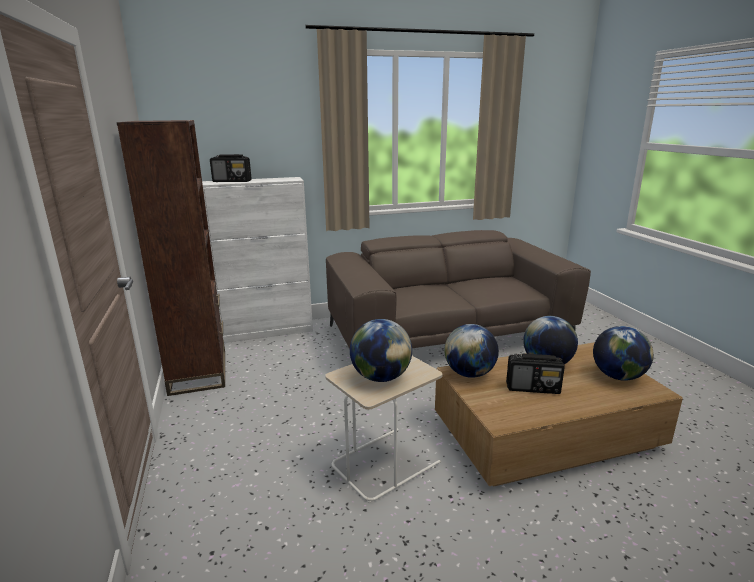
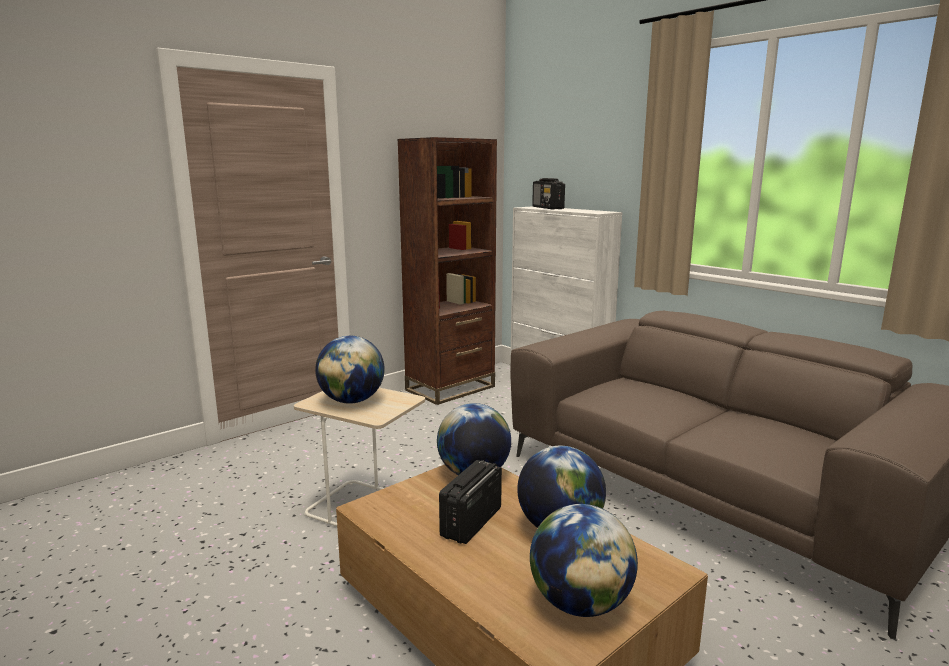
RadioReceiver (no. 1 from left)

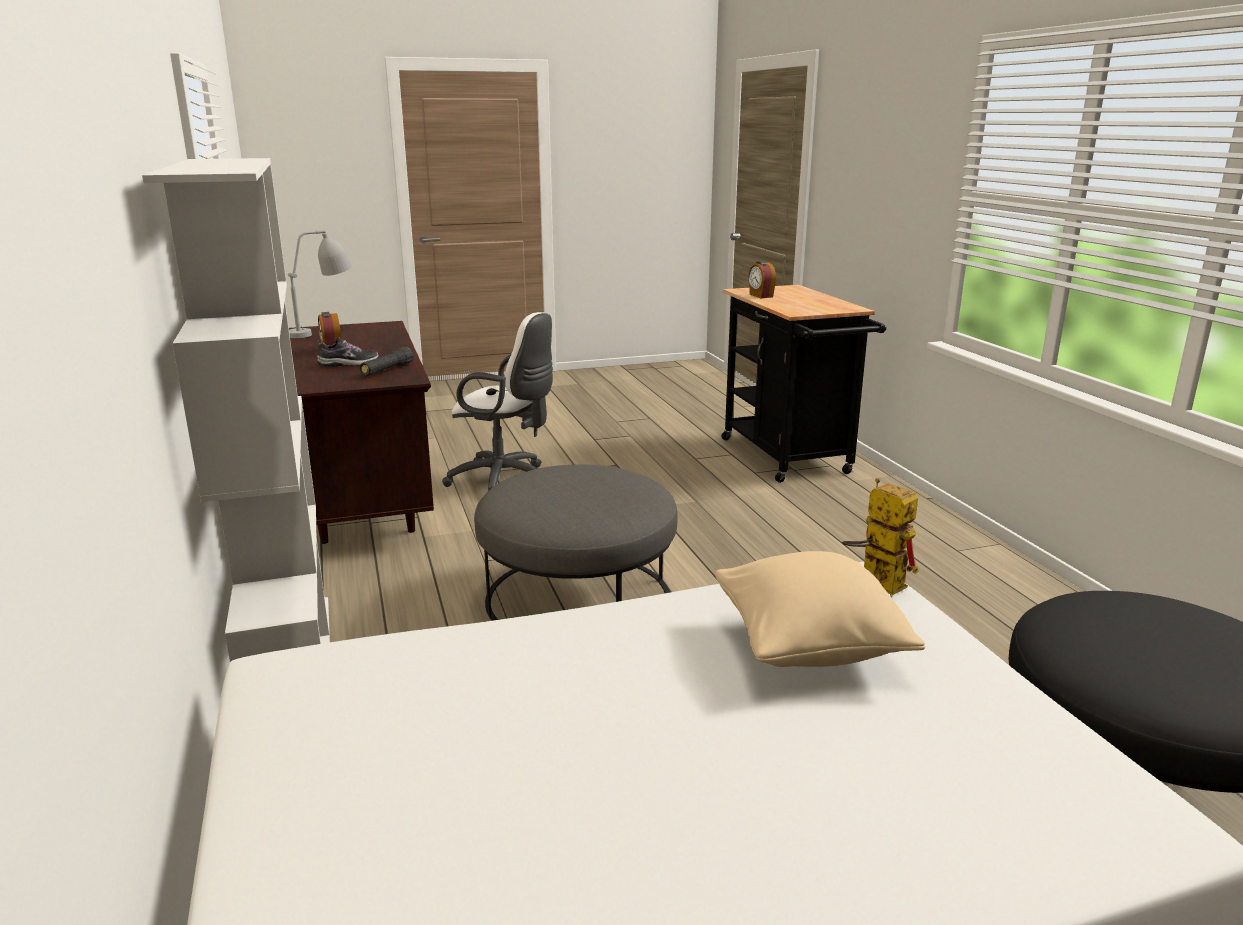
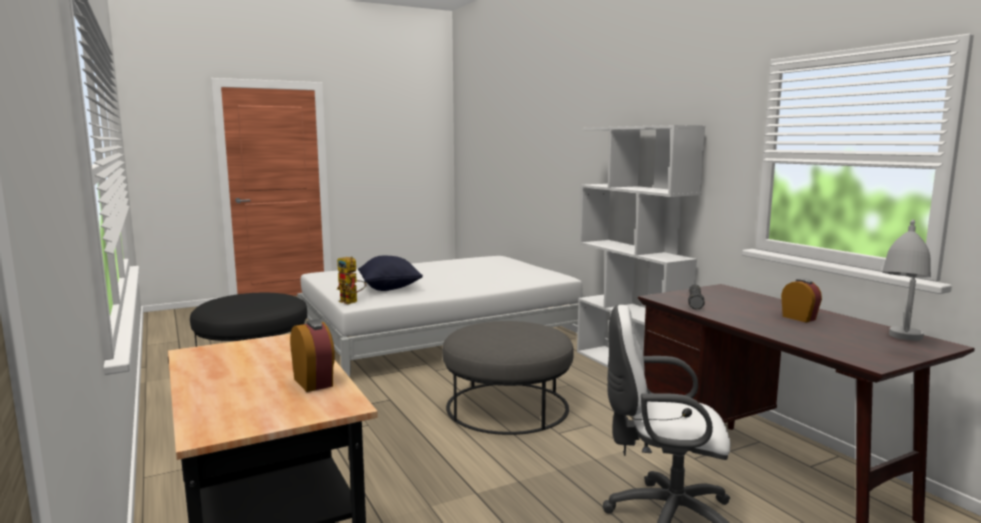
Shoe
BlackColouredPillow

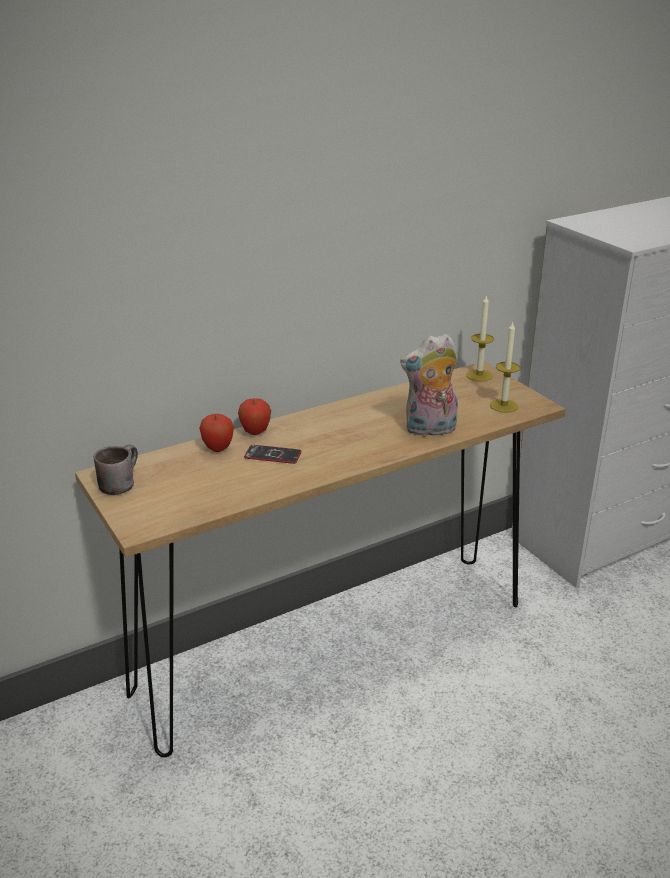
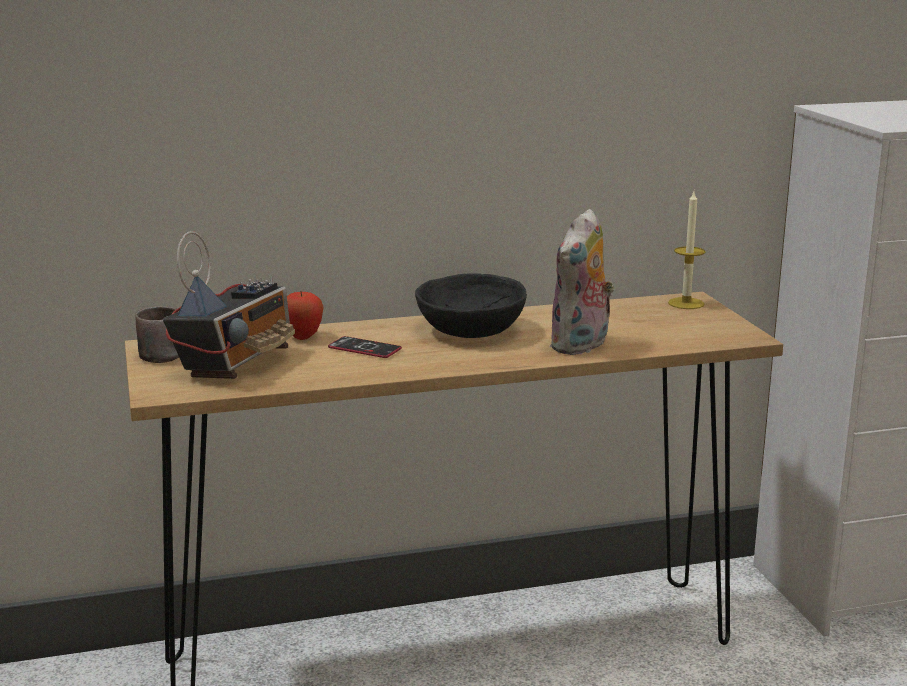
Apple (no. 2 from left in the first image)
SoftToy
WaxLight (no. 2 from left in the first image)
RadioReceiver
BlackColouredDeepDish

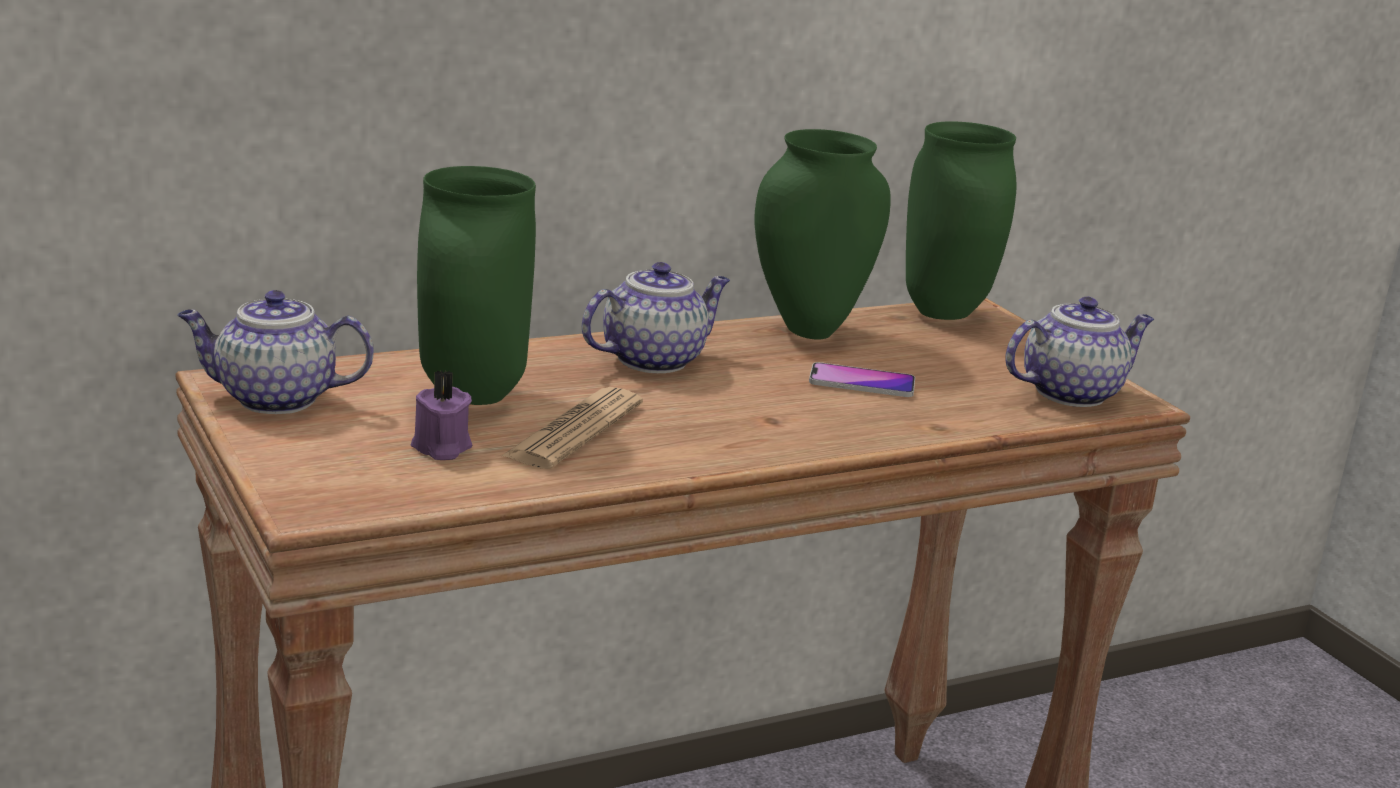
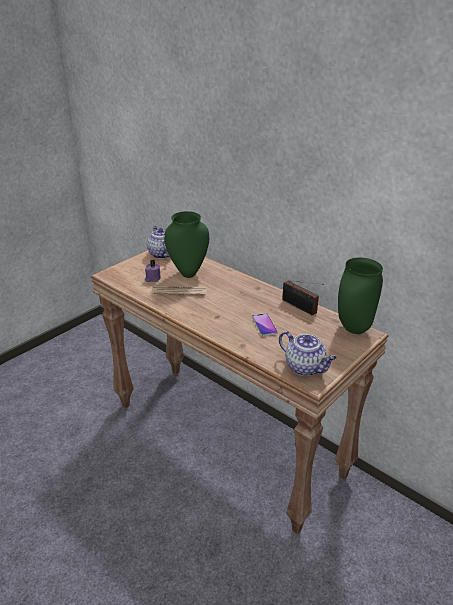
TeaPot (no. 2 from left in the first image)
RadioReceiver

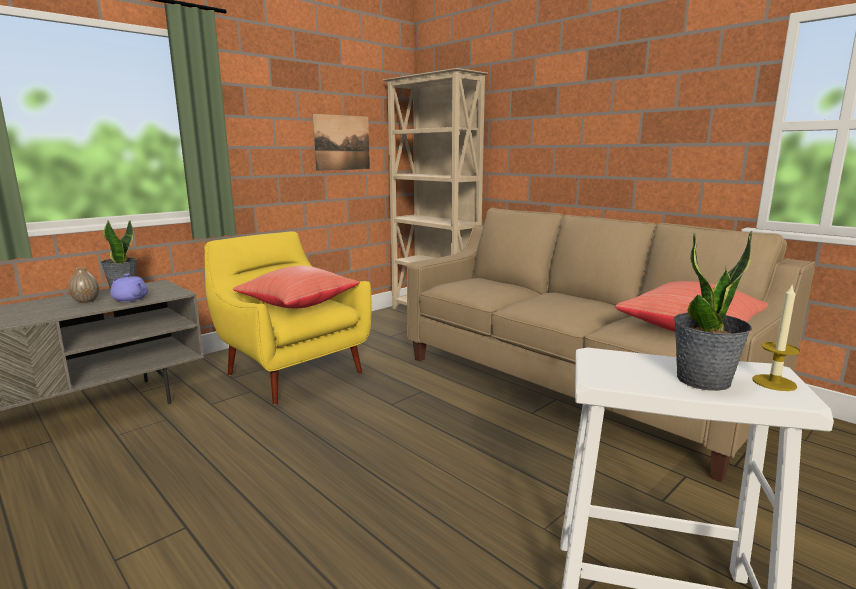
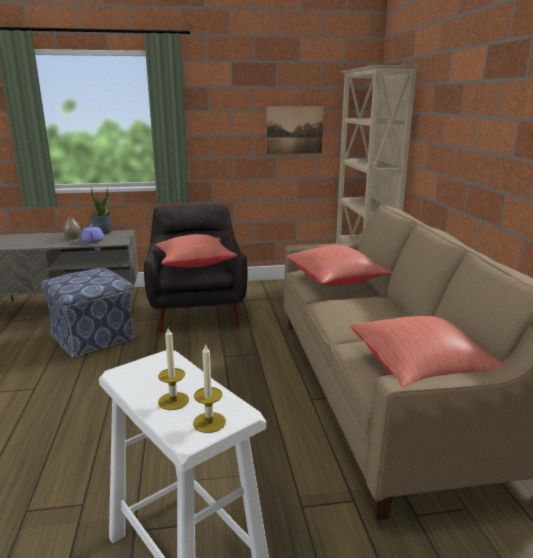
GreyLoungeChair
WaxLight (no. 1 from left)
Pouffe
ReddishPillow (no. 2 from left)

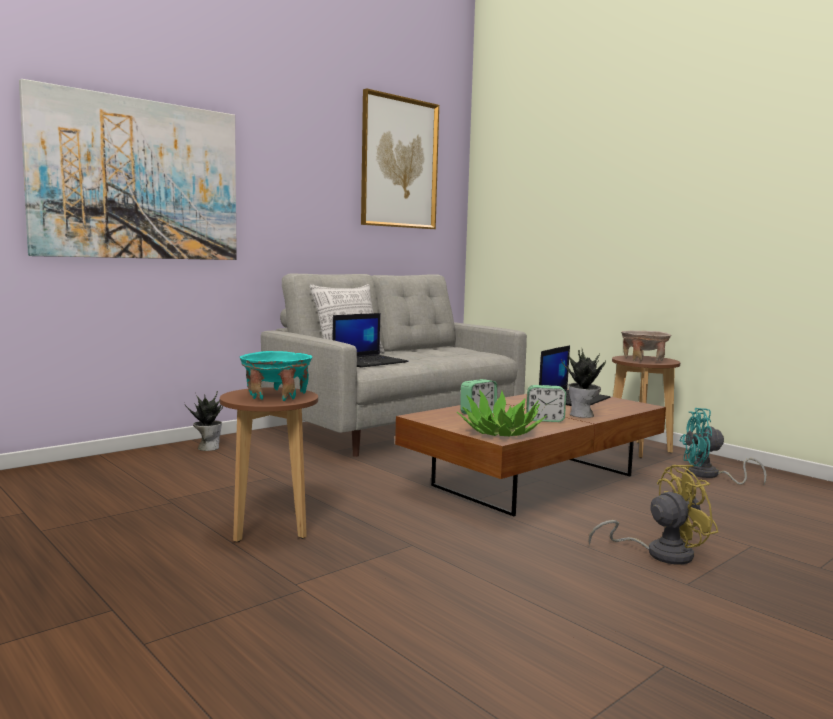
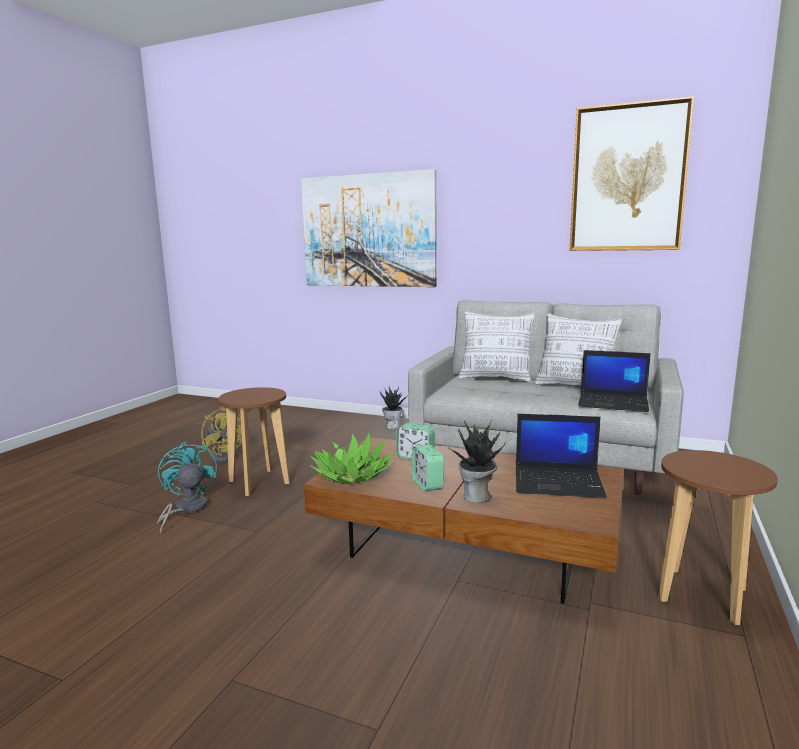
TurquoiseDeepDish
NotebookComputer (no. 2 from left)
YellowishFan
BeigeDeepDish
TurquoiseFan
Pillow (no. 2 from left)

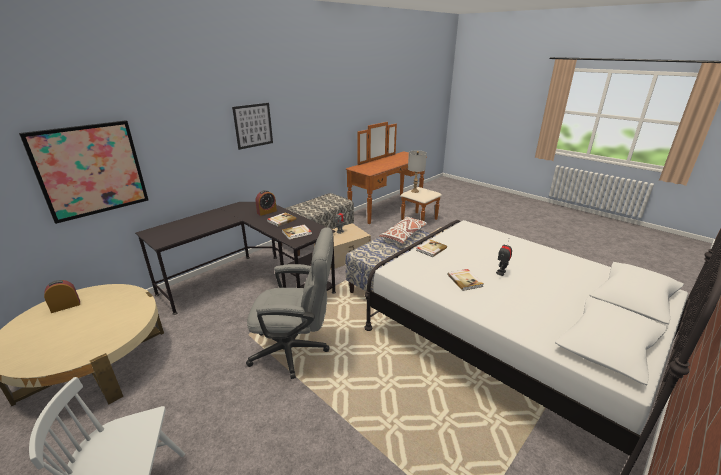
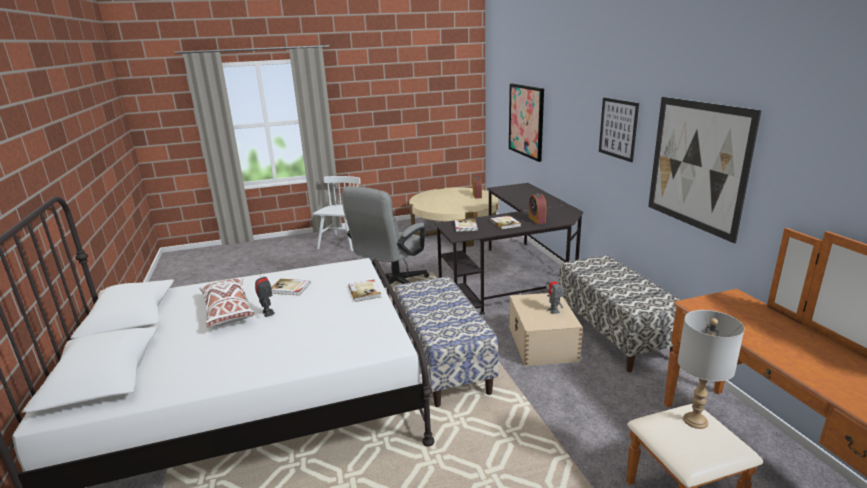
WhitishPillow
WallPicture (no. 3 from left)

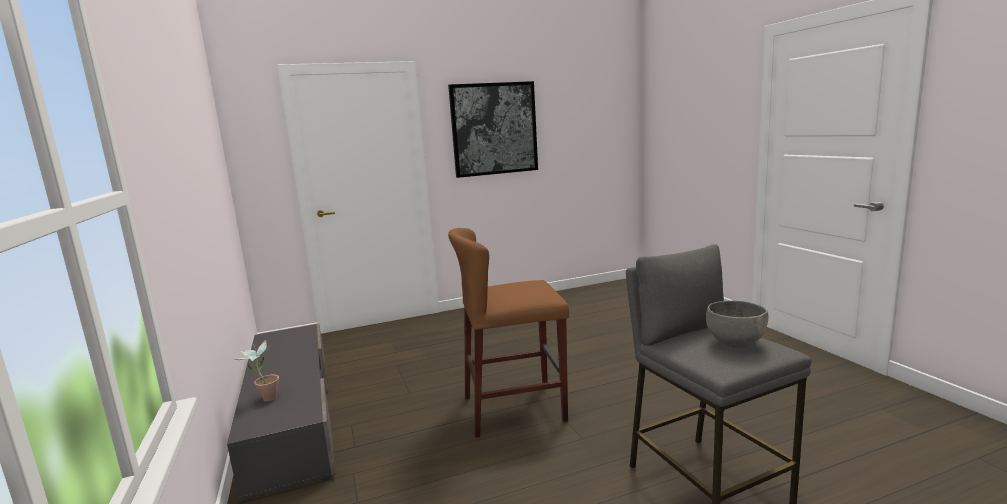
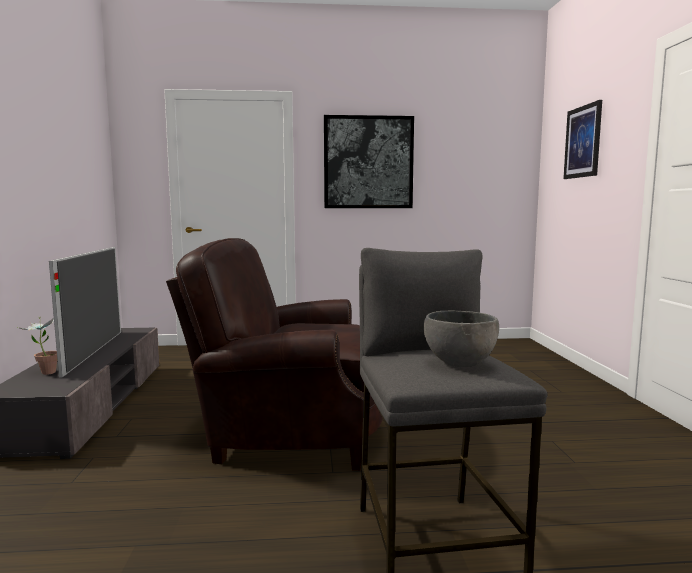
BrownLoungeChair
TvSet
WallPicture (no. 2 from left)

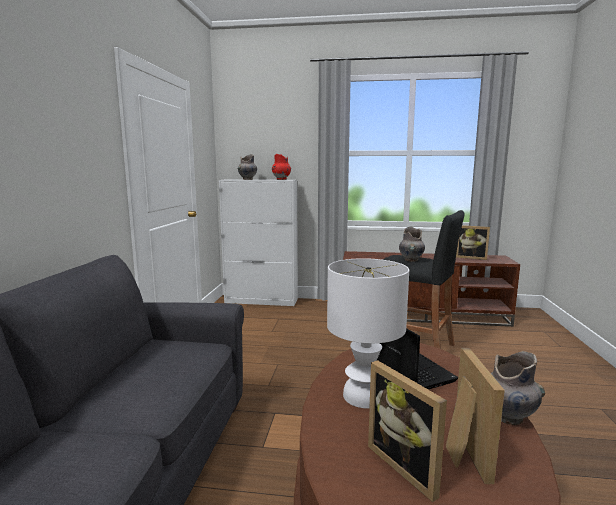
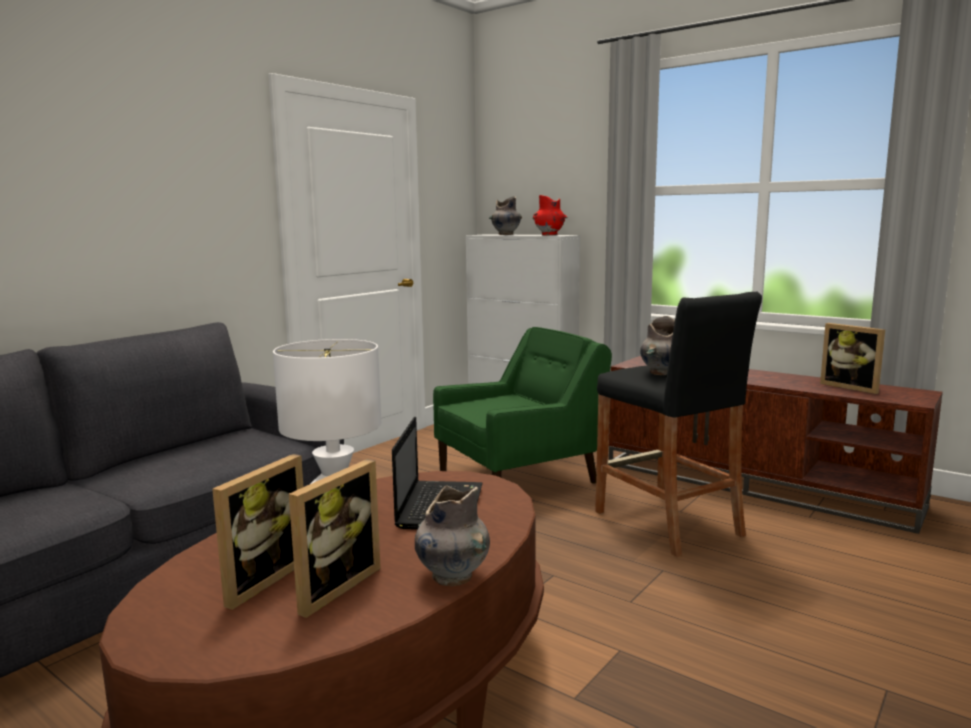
StandingFrame (no. 1 from left)
GreenLoungeChair

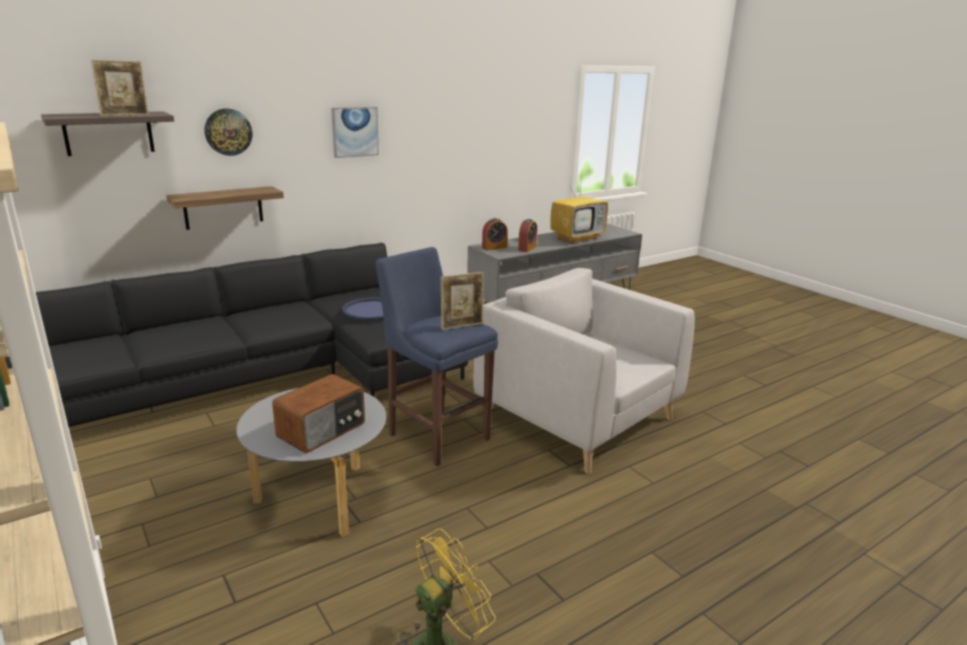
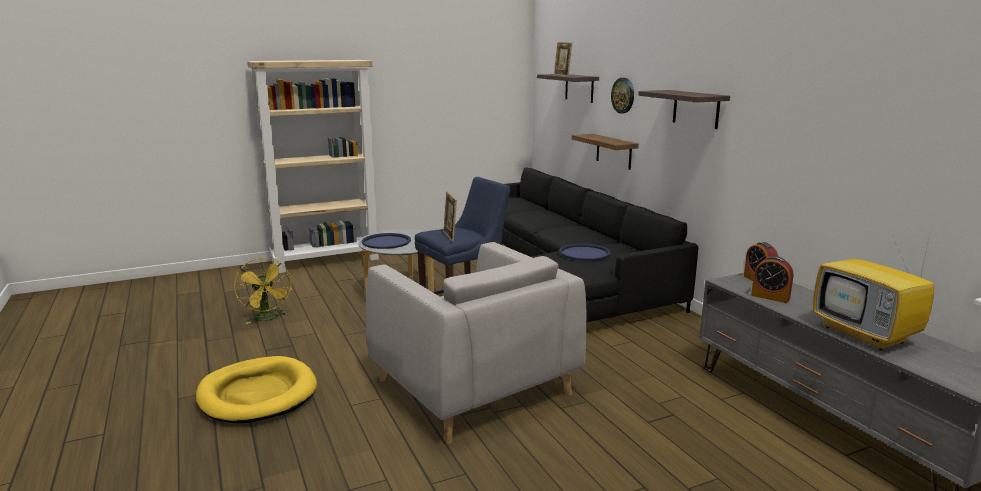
BlueTray (no. 1 from left)
WallShelf (no. 3 from left)
GreyLoungeChair
YellowishDogCushion

